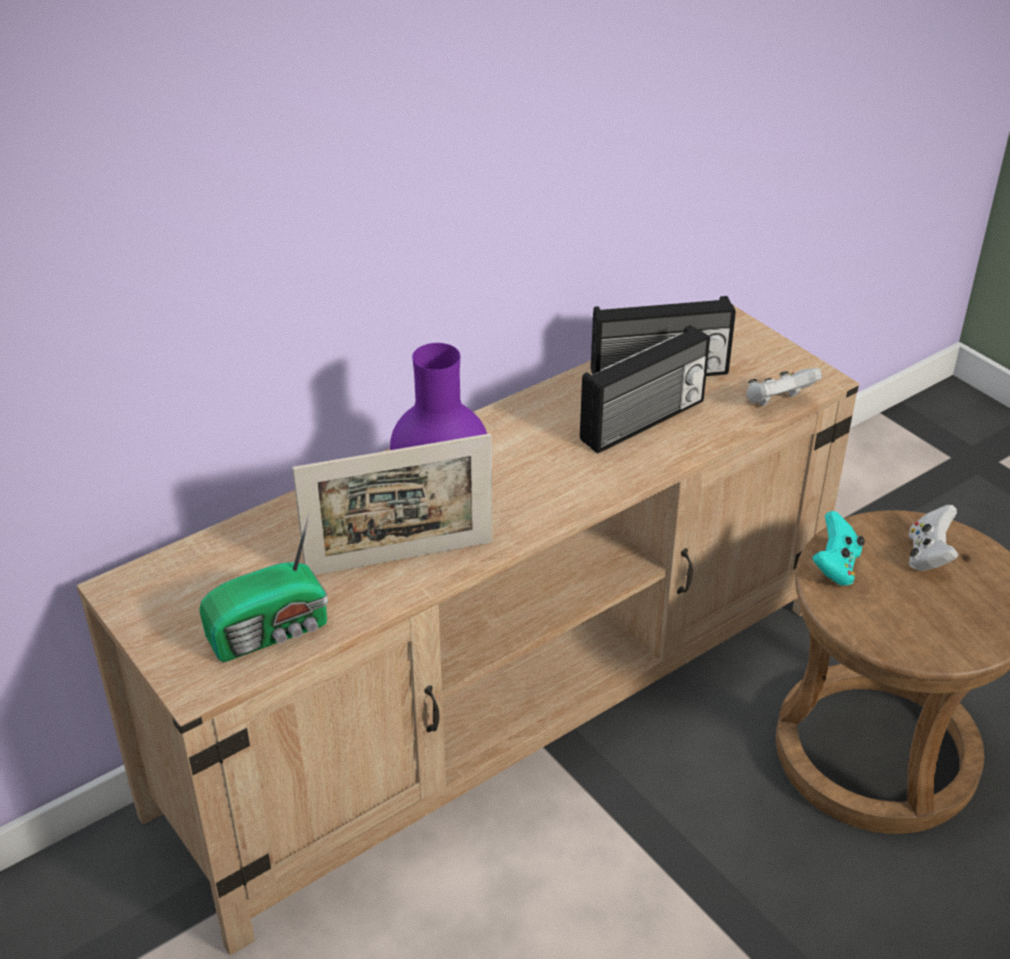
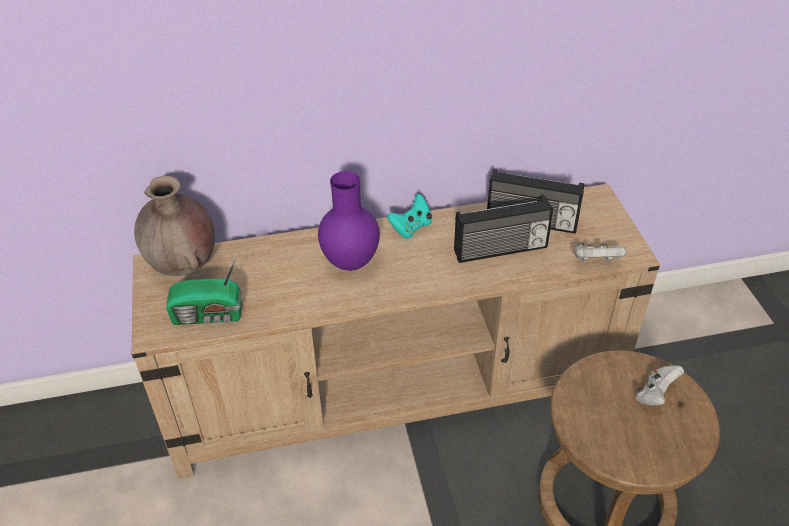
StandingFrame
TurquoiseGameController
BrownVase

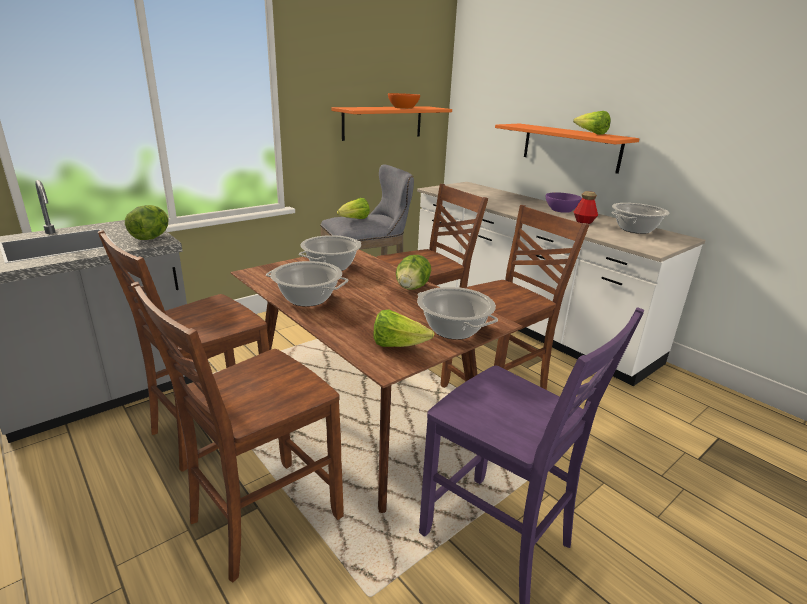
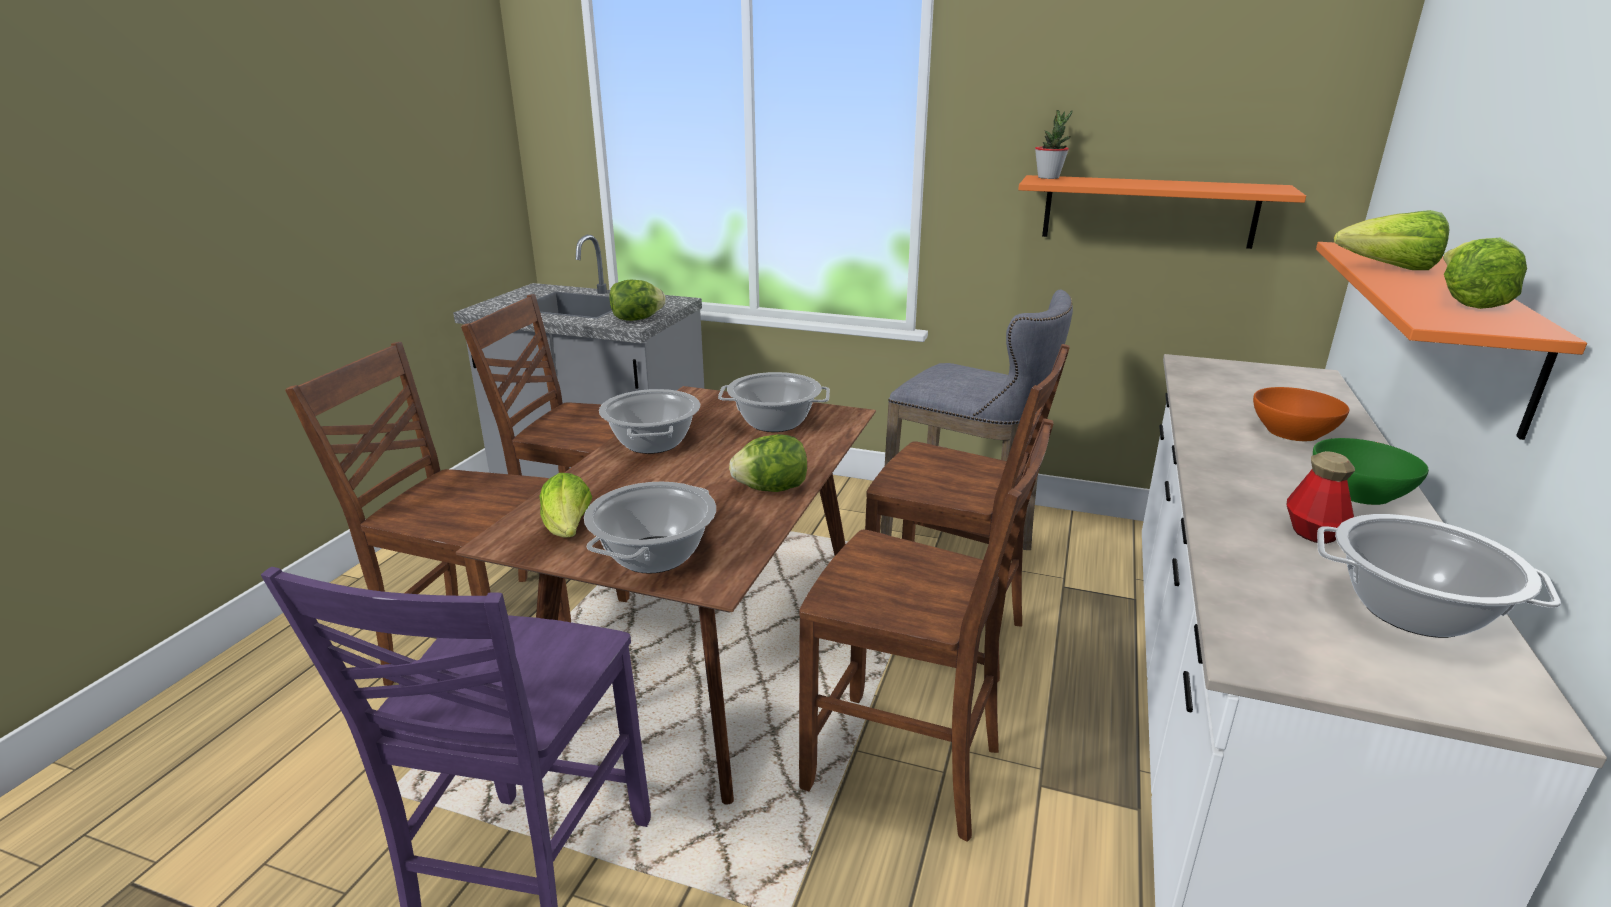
LettuceHead (no. 4 from left)
OrangeyDeepDish
GreenDeepDish
PottedPlant

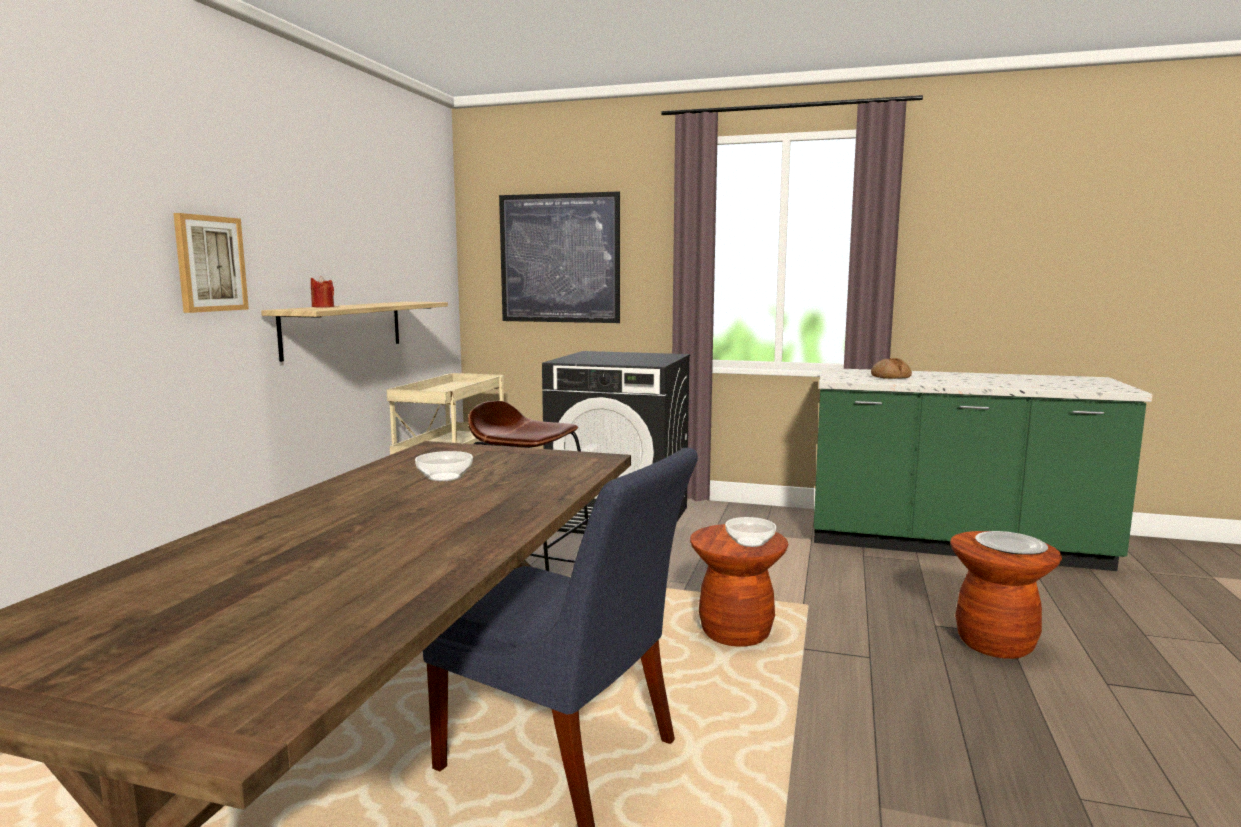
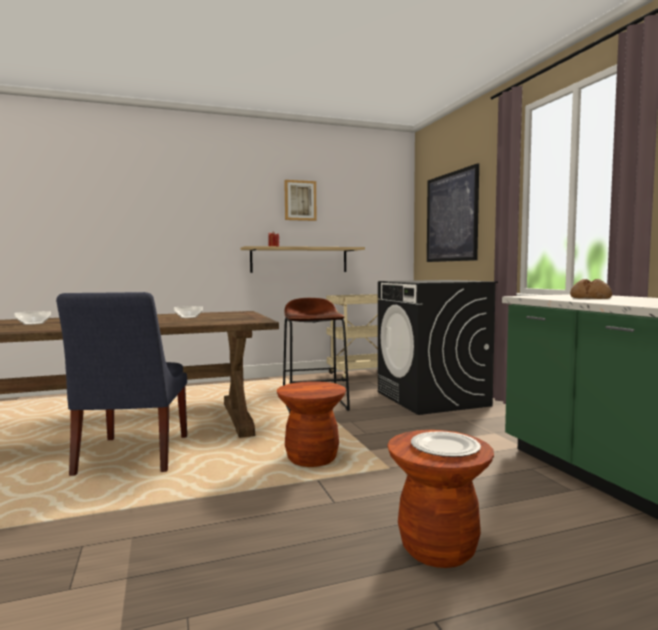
WallPicture (no. 1 from left)
DeepDish (no. 1 from left)

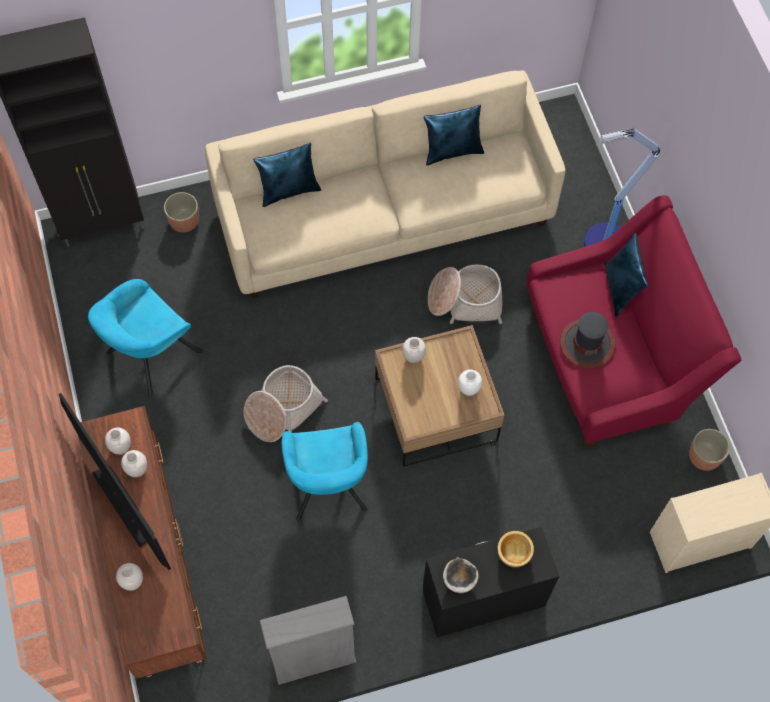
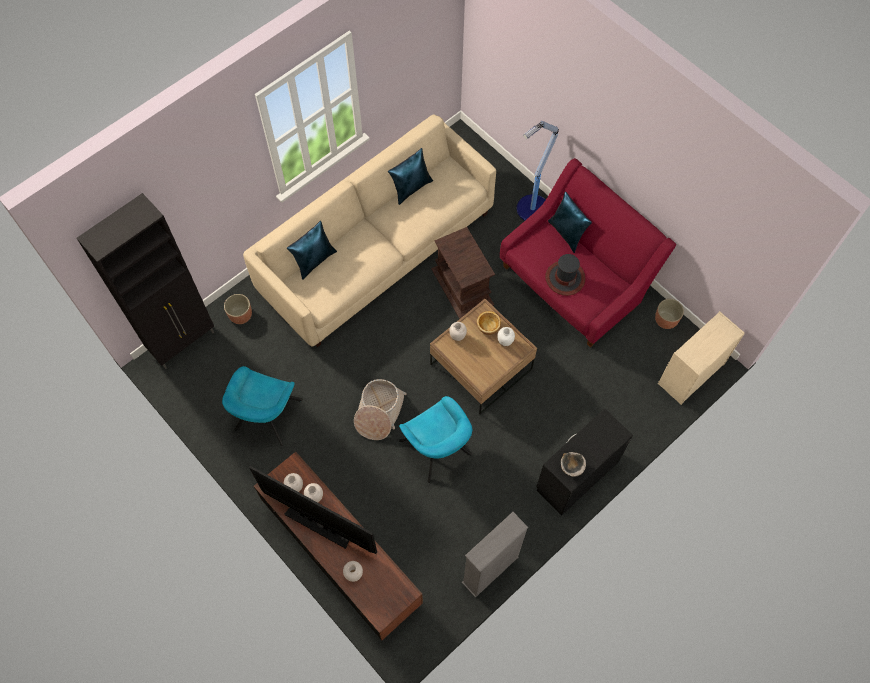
BrownAccentTable
DeepDish (no. 1 from left)

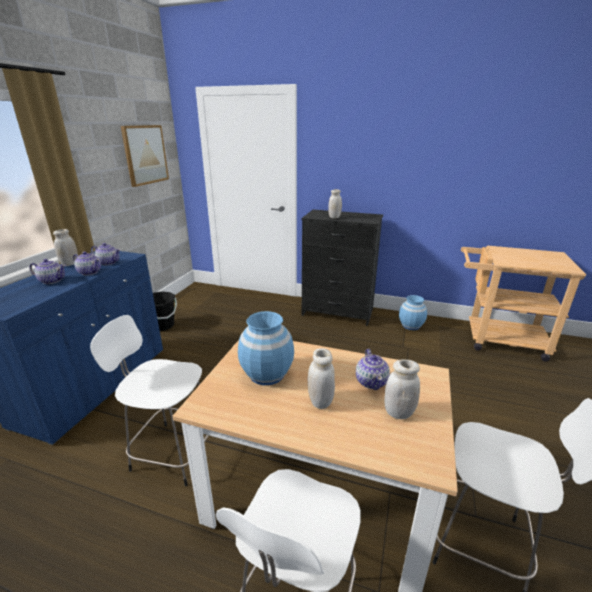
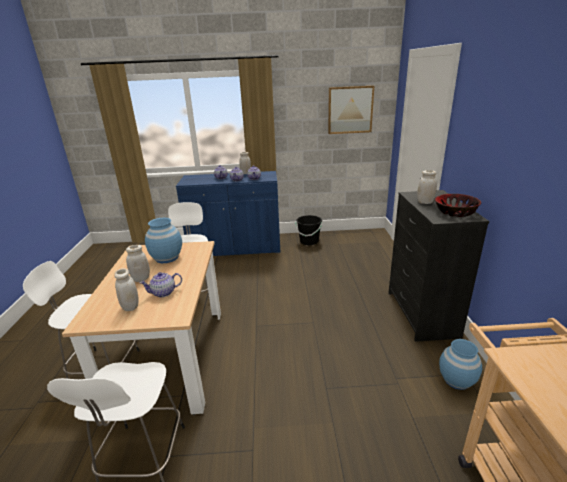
DeepDish

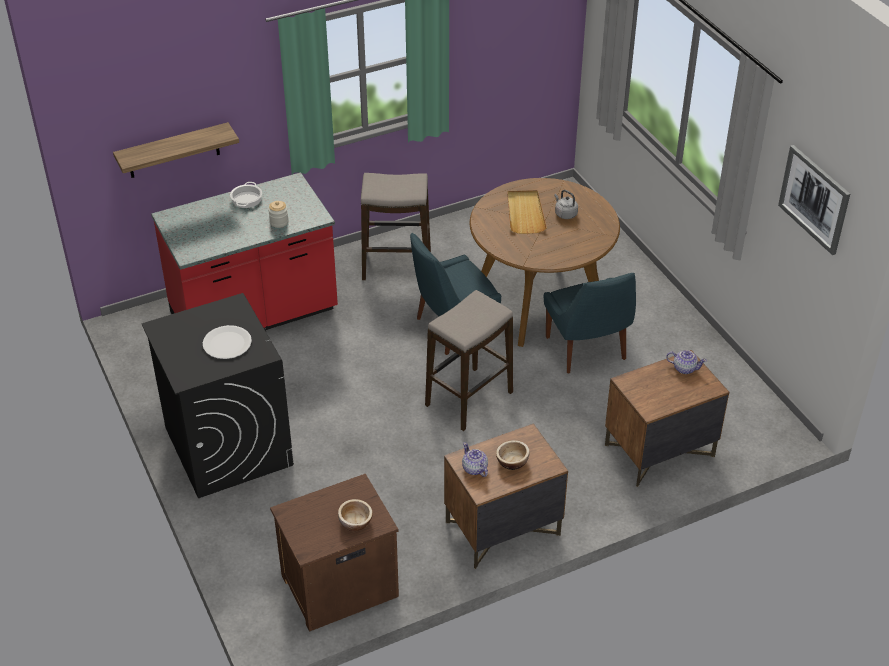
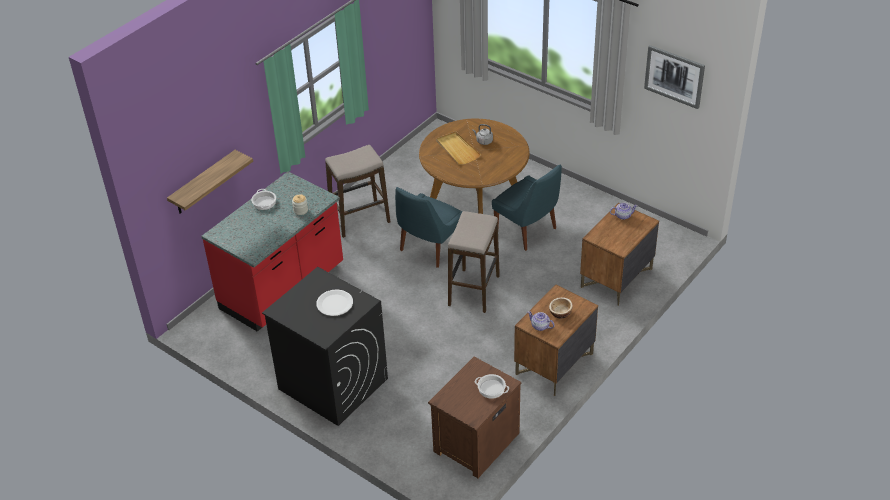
Stockpot (no. 2 from left)

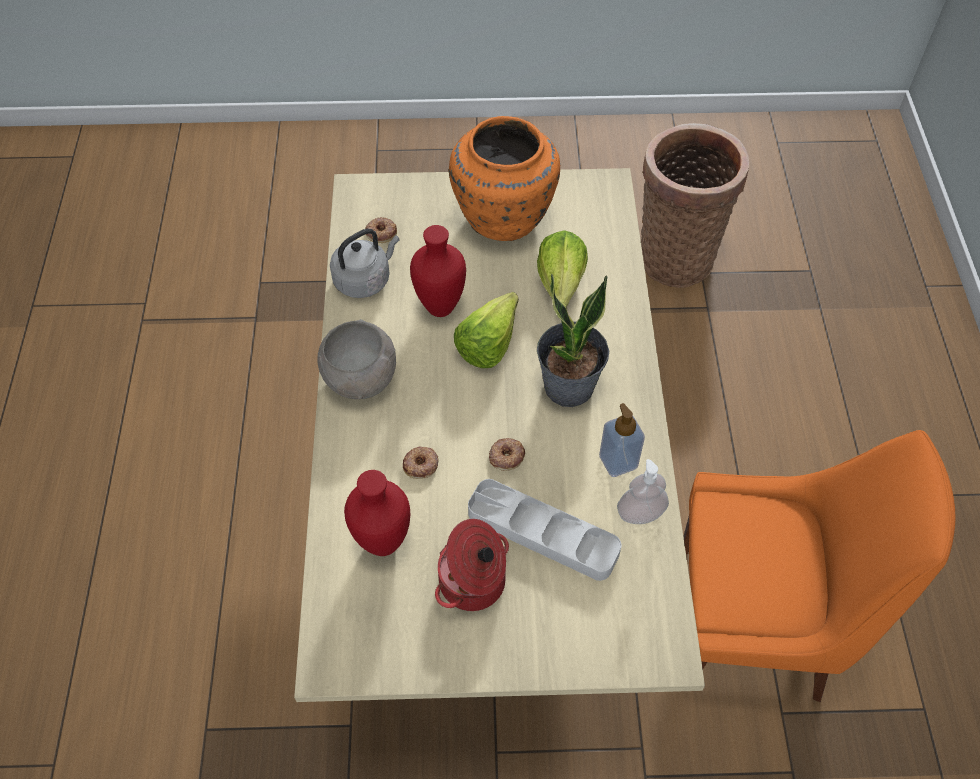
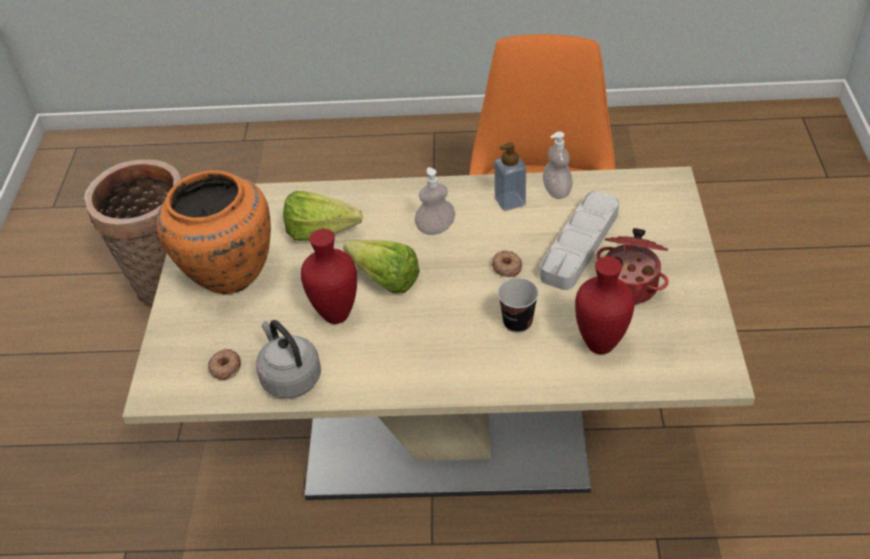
GreyDeepDish
Cup
SoapDispenser (no. 1 from left)

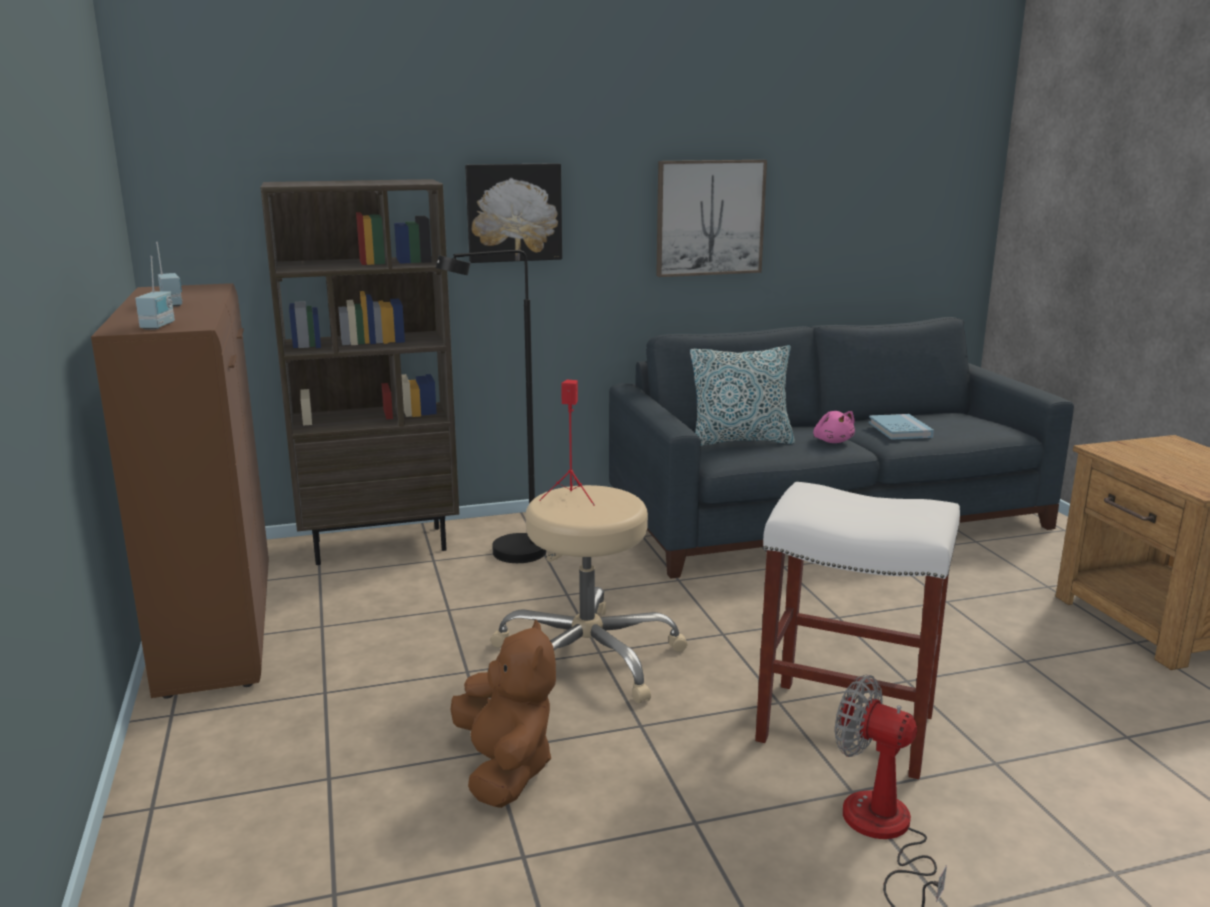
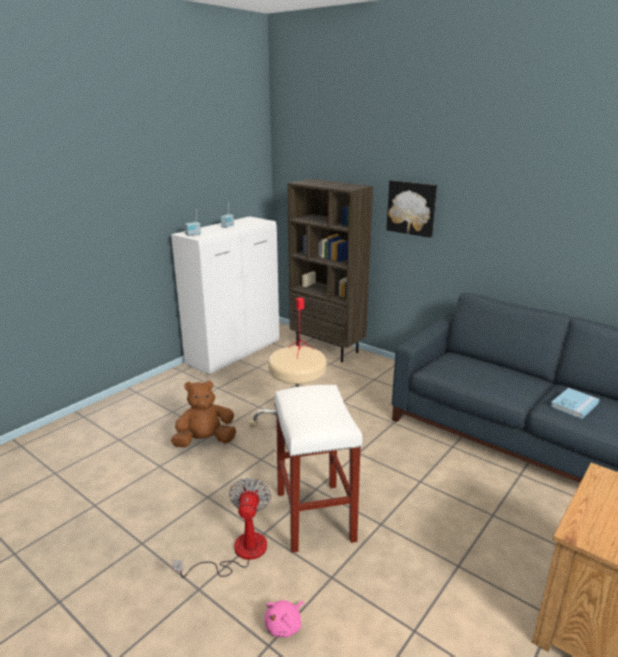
WhitishCupboard
BlackColouredStandardLamp
BrownSoftToy
WallPicture (no. 2 from left in the first image)
Pillow
PinkishSoftToy

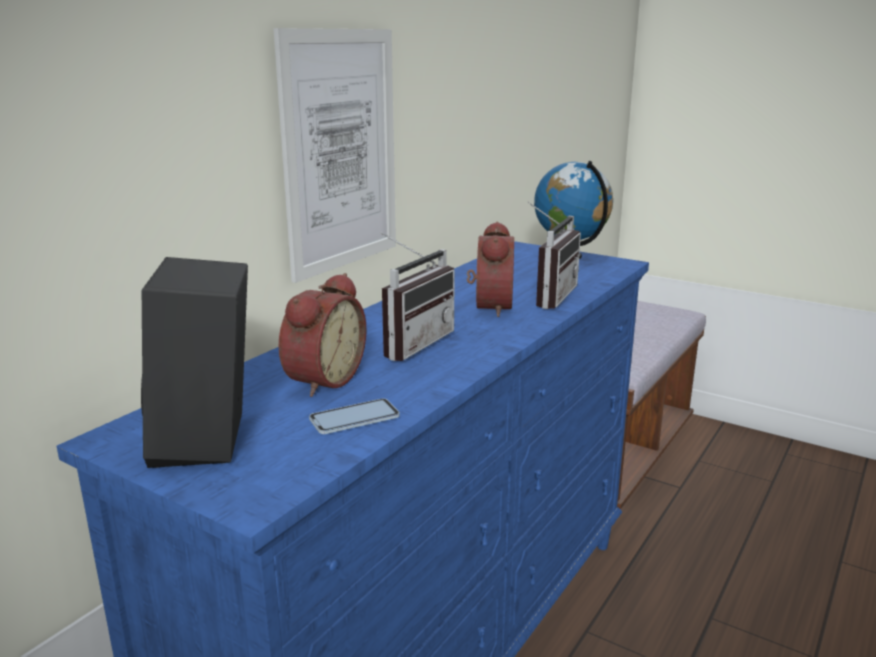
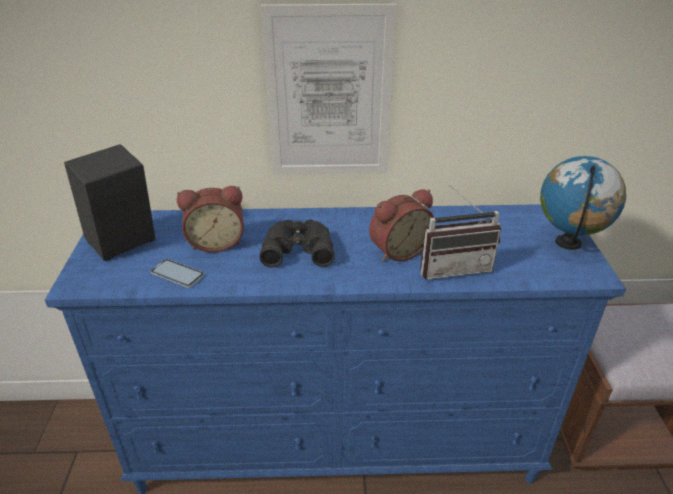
BlackColouredBinoculars

